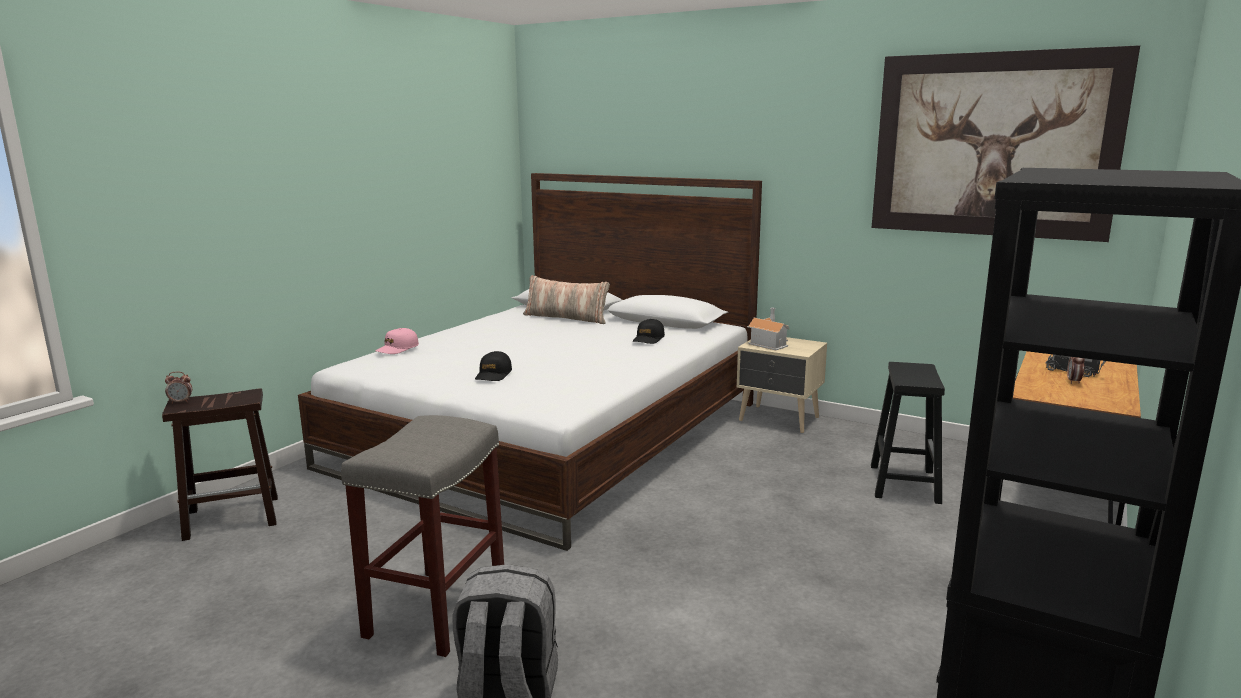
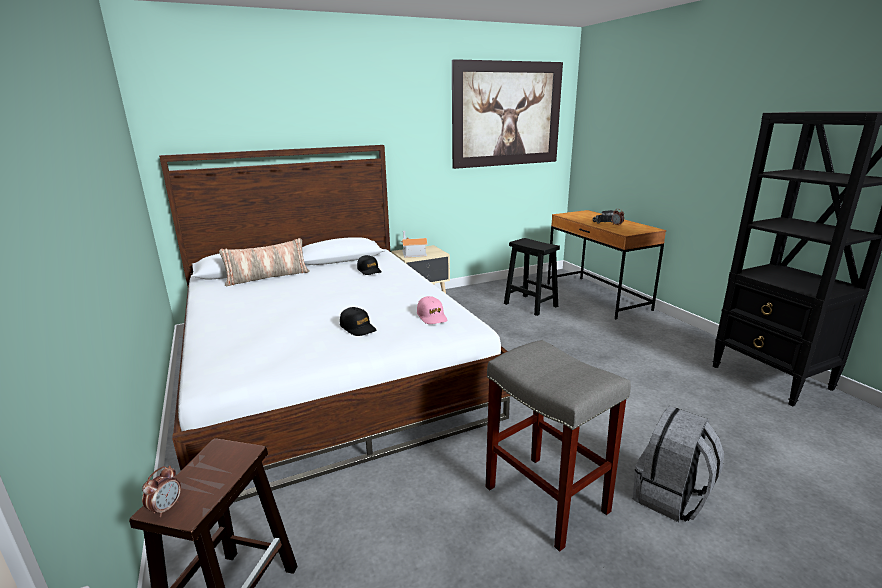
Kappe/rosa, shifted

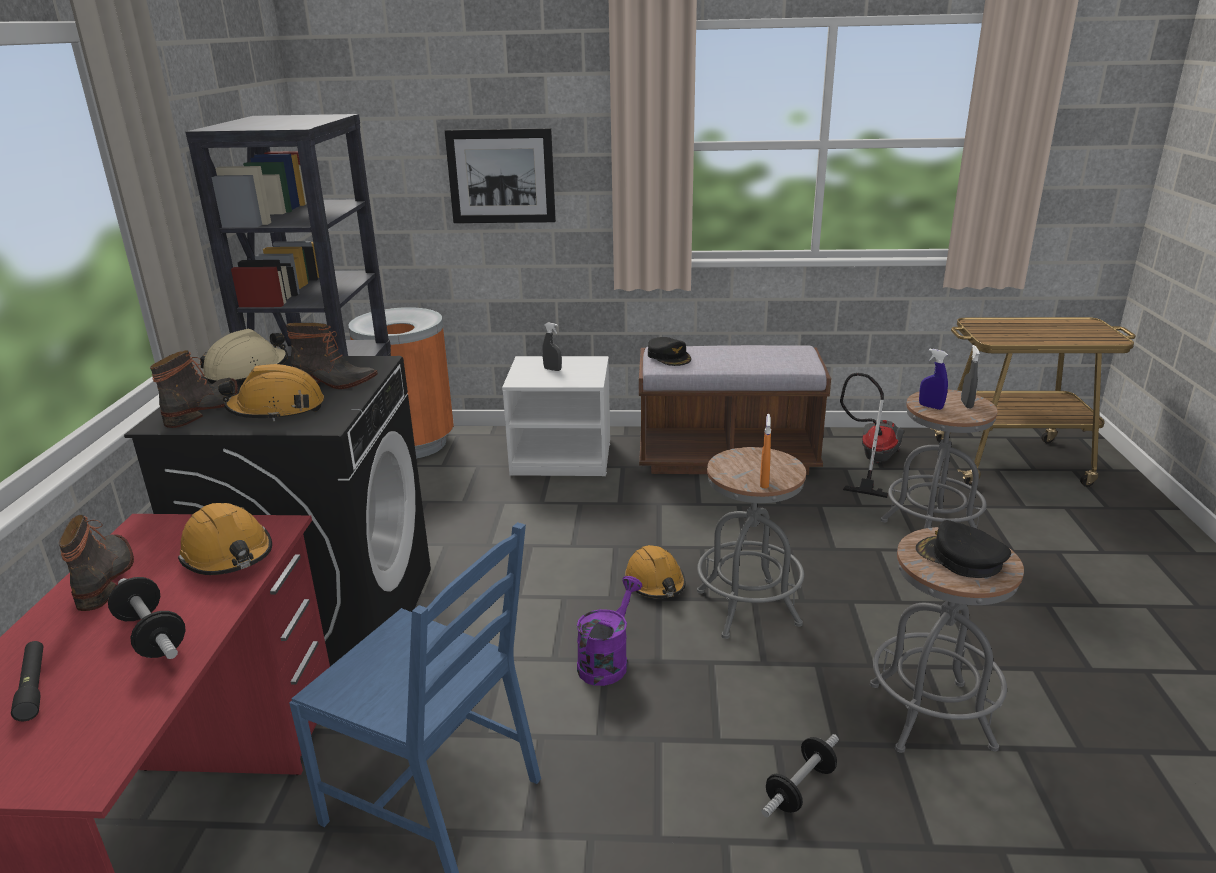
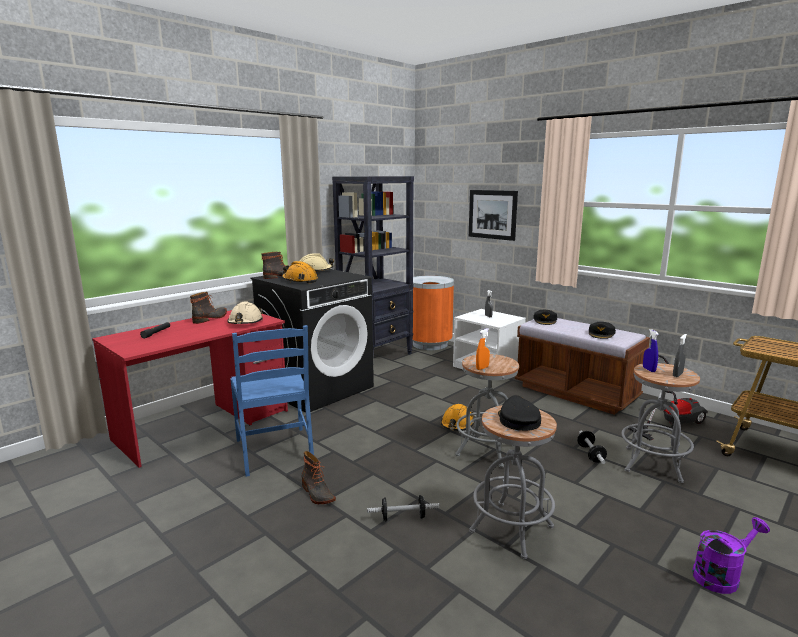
- → Kappe/schwarz (no. 3 from left)
Hantel (no. 1 from left in the first image) → Hantel (no. 2 from left), shifted
Stiefel (no. 3 from left), shifted
Gießkanne/lila, shifted
Schutzhelm/orange (no. 1 from left) → Schutzhelm/beige (no. 1 from left)

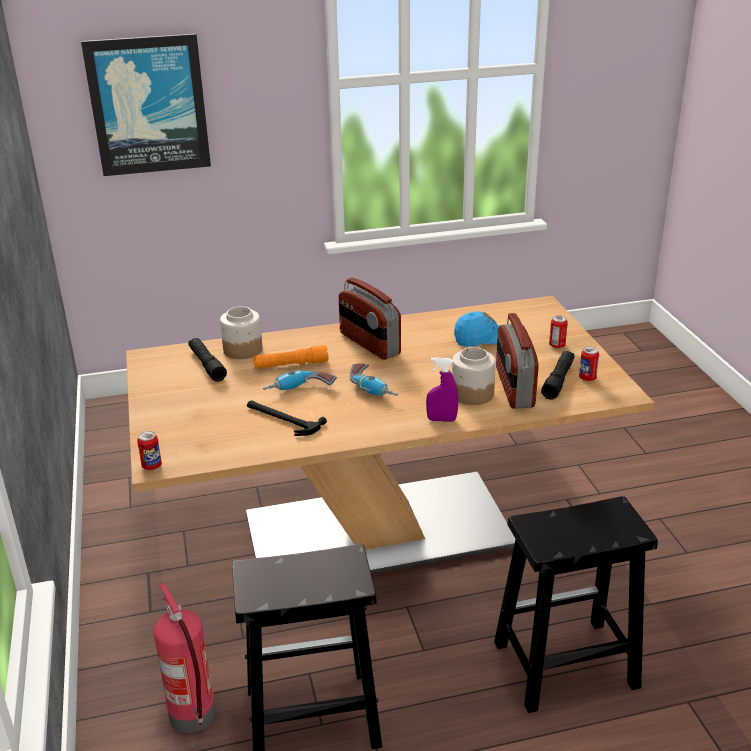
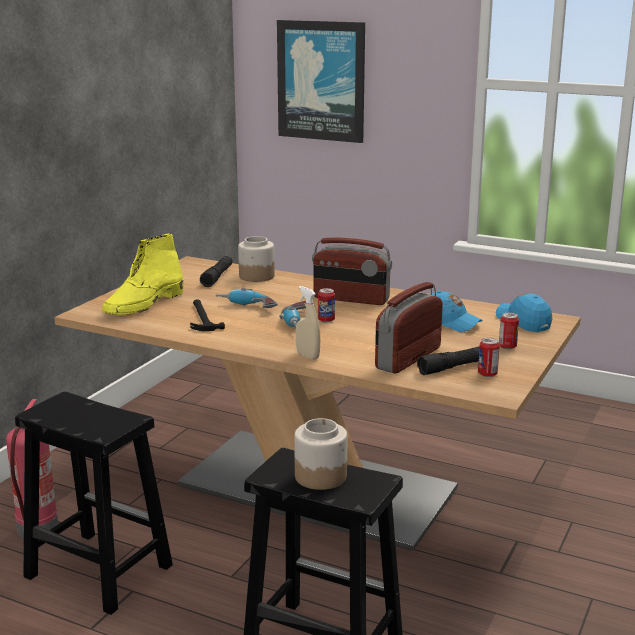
Taschenlampe/orange → -
- → Stiefel/gelb
- → Kappe/blau (no. 2 from left)
Dose (no. 1 from left), shifted
Vorratsglas (no. 2 from left), shifted
Sprühflasche/lila → Sprühflasche/beige
Radio (no. 1 from left), 75 degrees counterclockwise

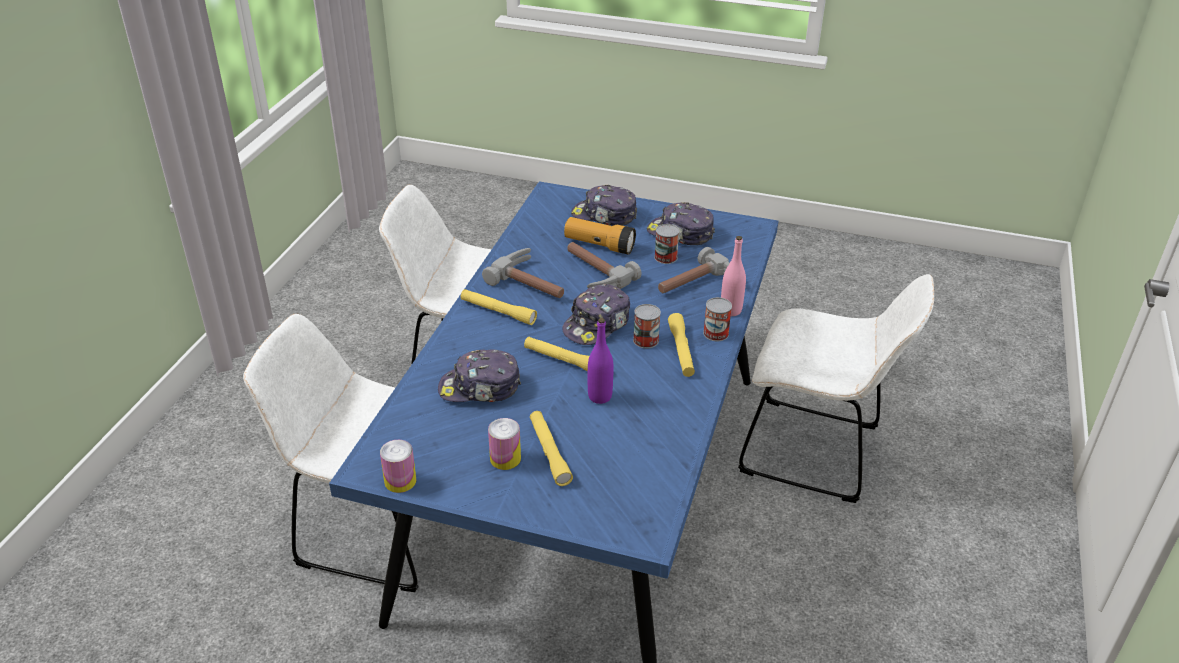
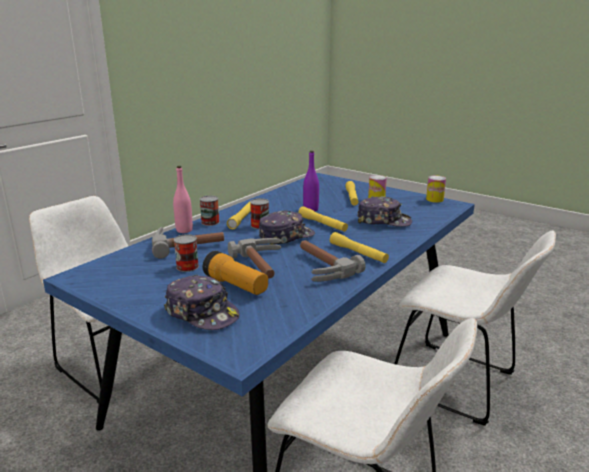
Kappe (no. 4 from left) → -

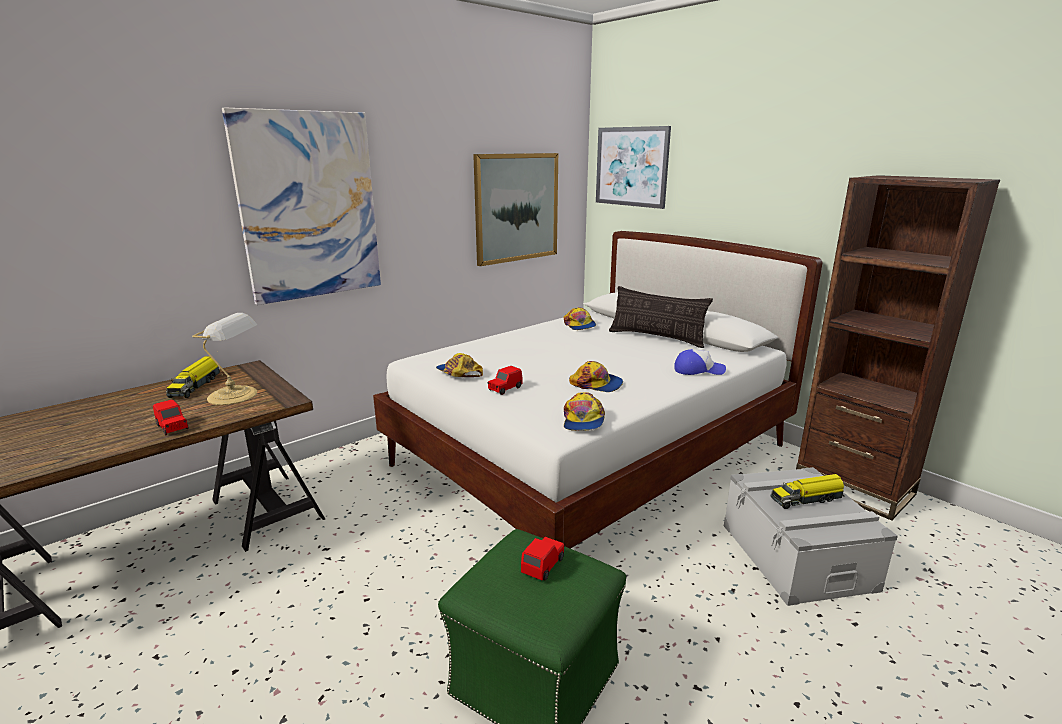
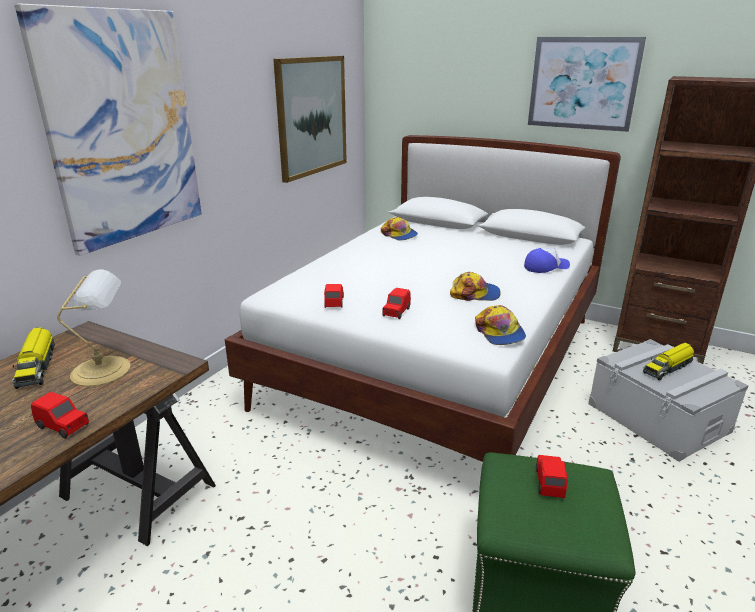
Kissen → -
Bild (no. 3 from left), shifted
Kappe (no. 1 from left) → Spielzeugauto/rot (no. 2 from left)

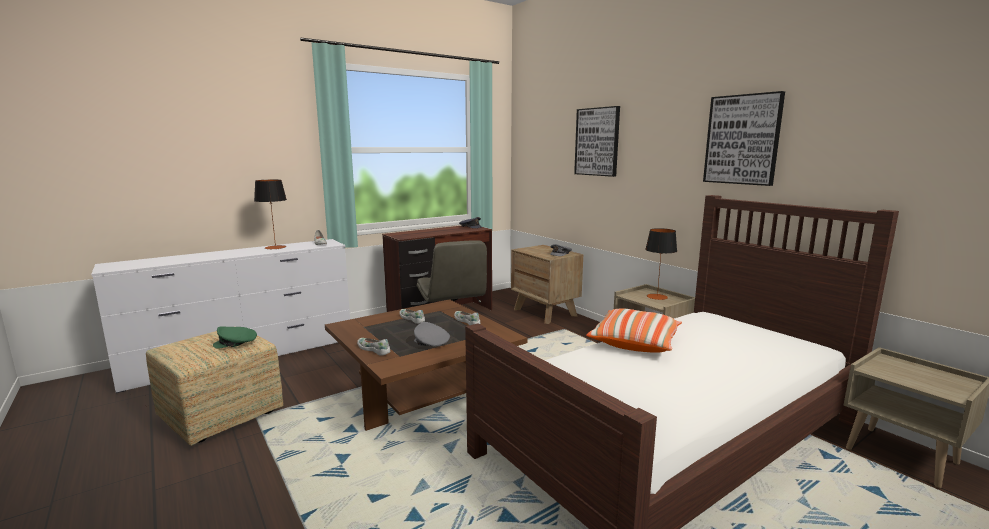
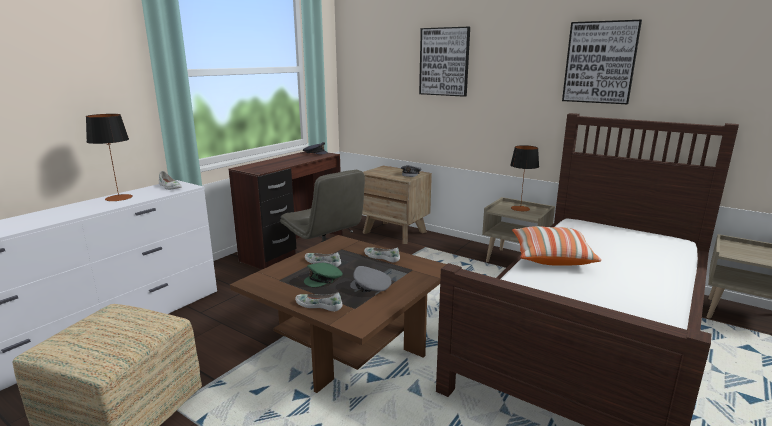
Kappe/grün, shifted

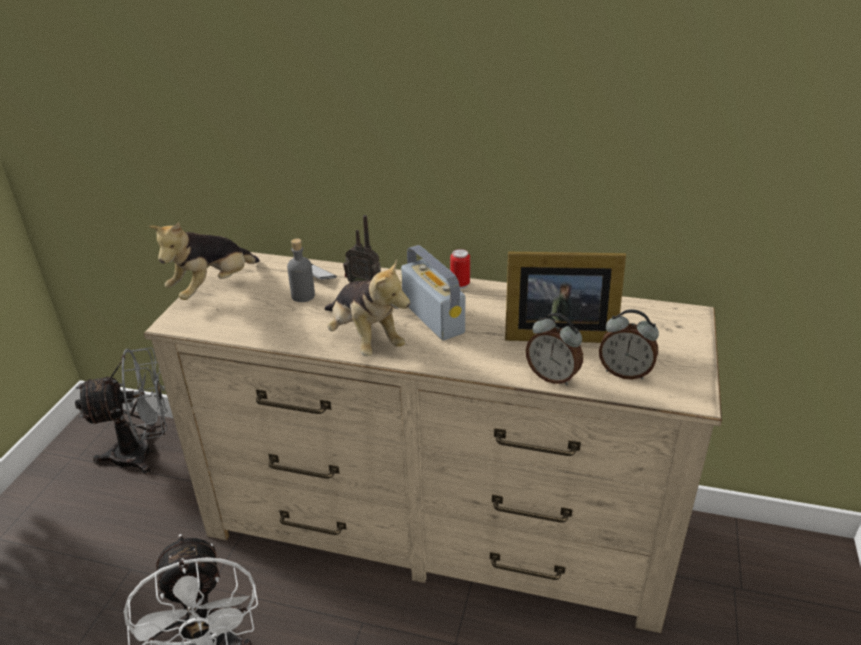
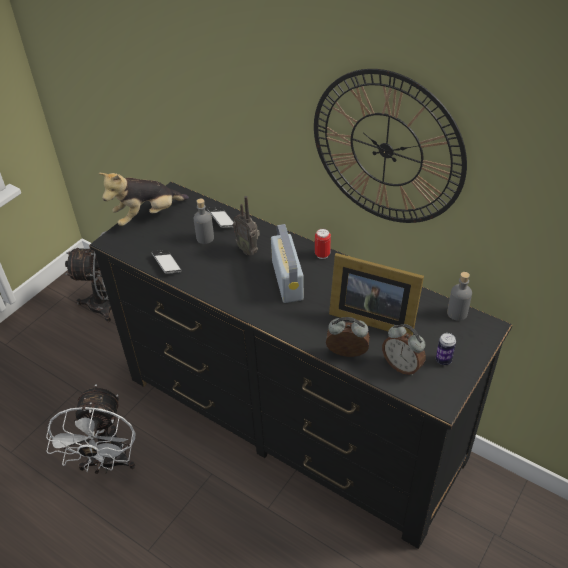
Plüschtier (no. 2 from left) → -
- → Handy (no. 1 from left)
- → Wanduhr
- → Dose (no. 2 from left)
- → Flasche/grau (no. 2 from left)
Kommode/beige → Kommode/schwarz
Wecker (no. 1 from left), 135 degrees clockwise

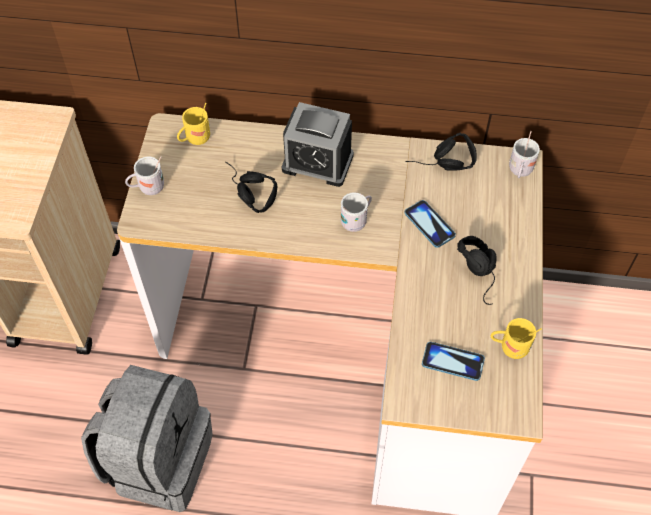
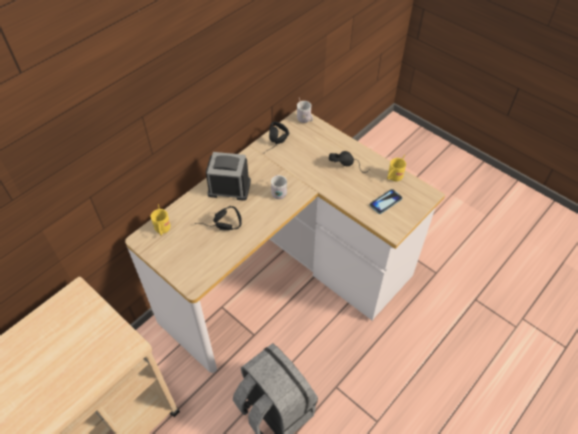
Henkelbecher/weiß (no. 1 from left) → -
Handy (no. 1 from left) → -
Wecker, 135 degrees counterclockwise

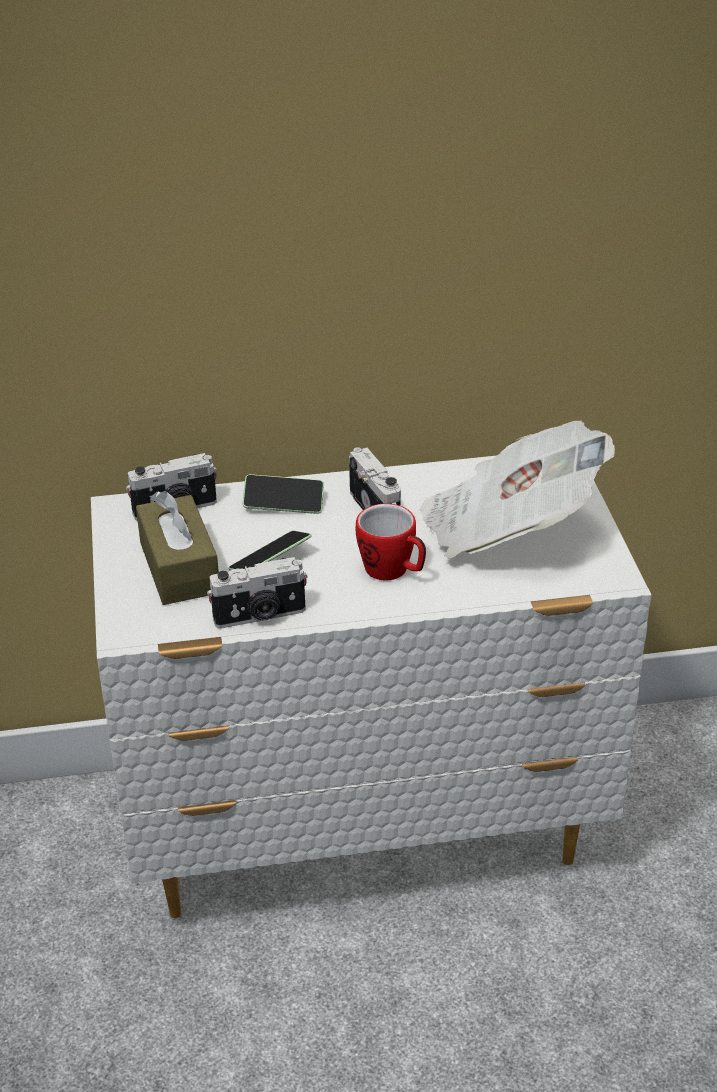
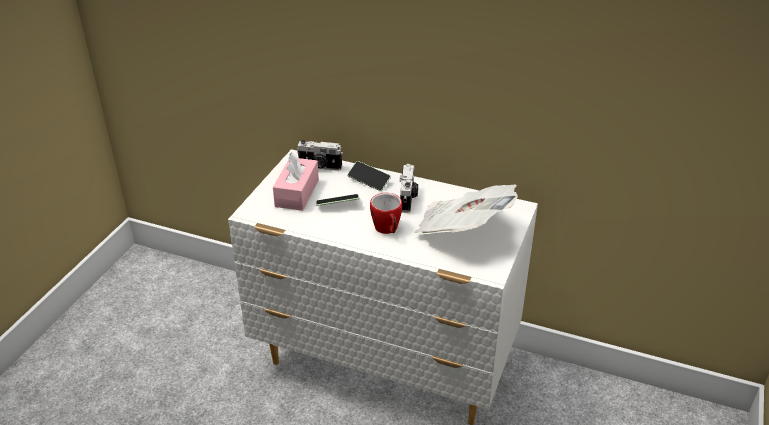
Kamera (no. 2 from left) → -
Taschentuchbox/braun → Taschentuchbox/rosa

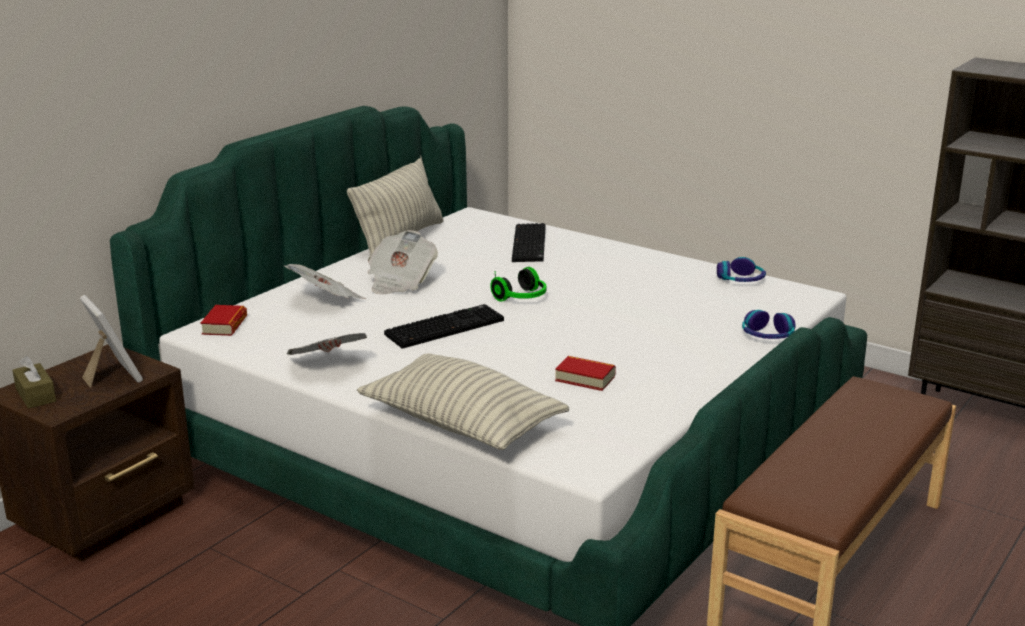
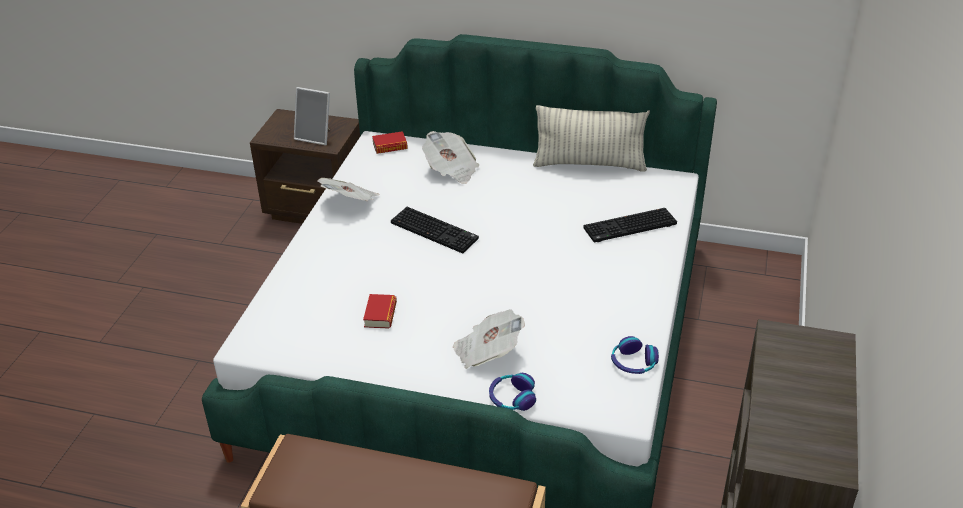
Taschentuchbox/braun → -
Kissen (no. 2 from left) → -
Kopfhörer (no. 1 from left) → -
Zeitung (no. 3 from left), shifted
Bilderrahmen, 75 degrees clockwise

